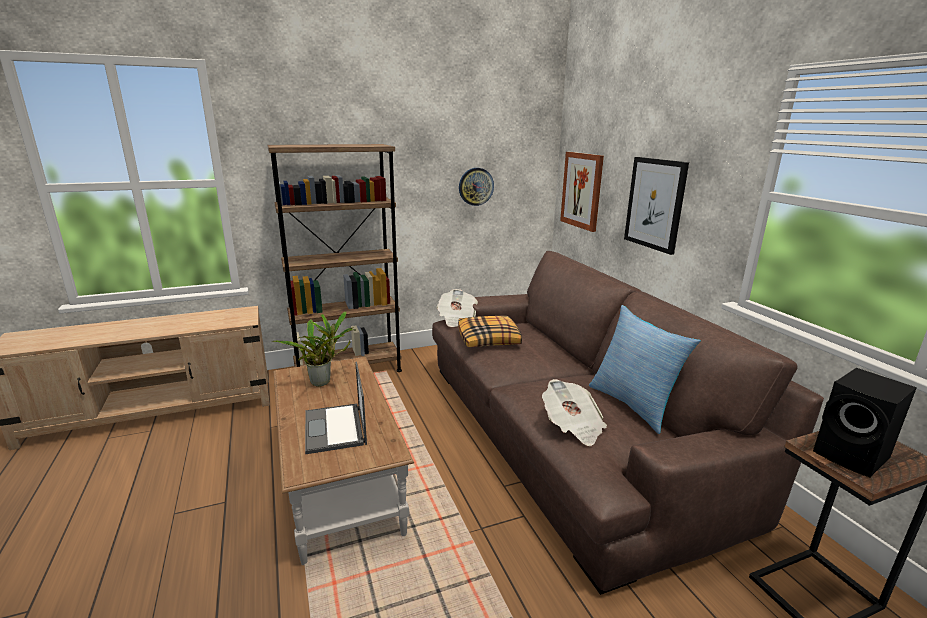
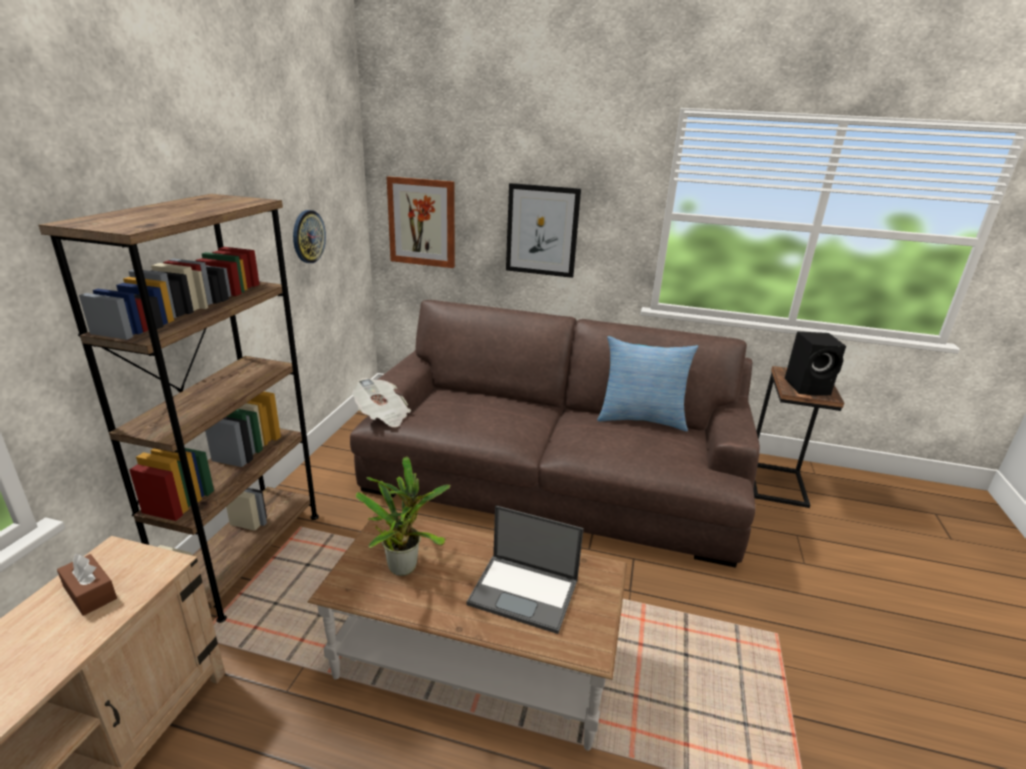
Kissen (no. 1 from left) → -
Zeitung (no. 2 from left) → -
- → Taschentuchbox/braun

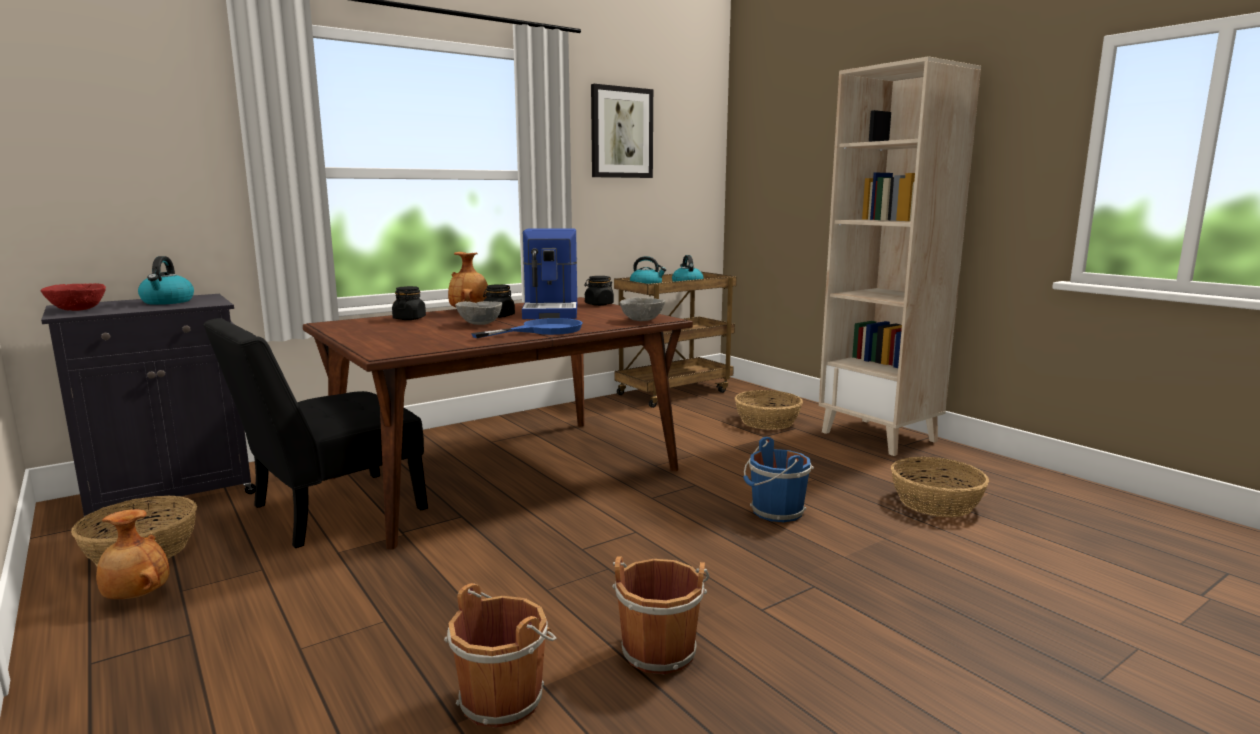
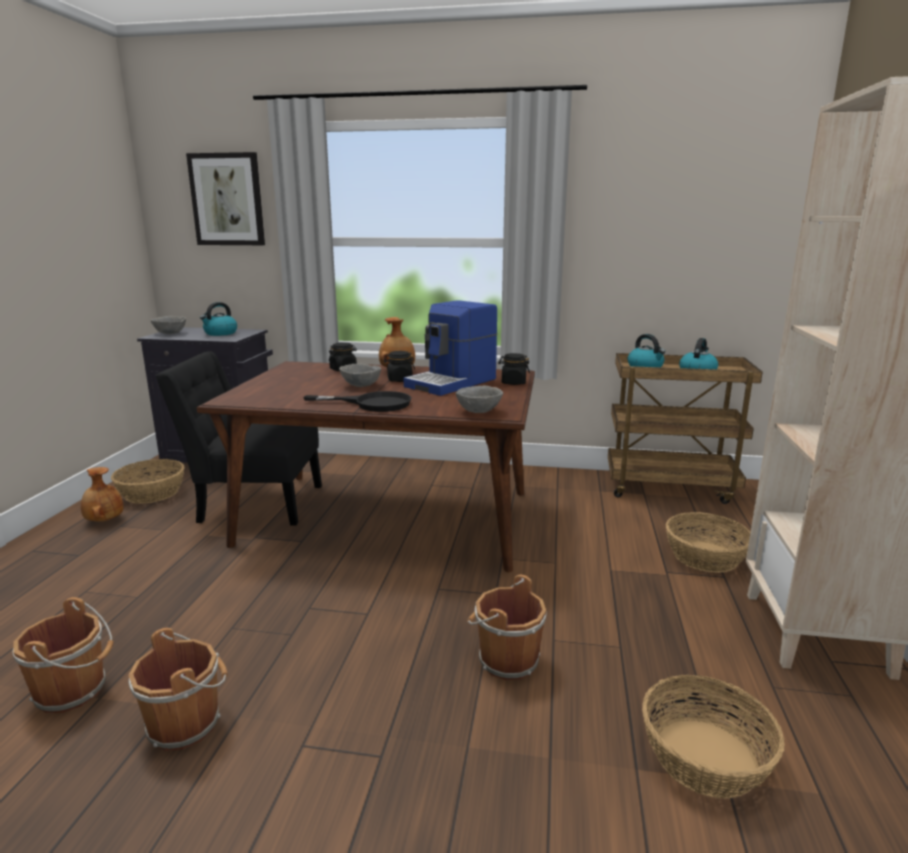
Bild, shifted
Schüssel/rot → Schüssel/grau (no. 1 from left)
Pfanne/blau → Pfanne/schwarz
Eimer/blau → Eimer/braun (no. 3 from left)

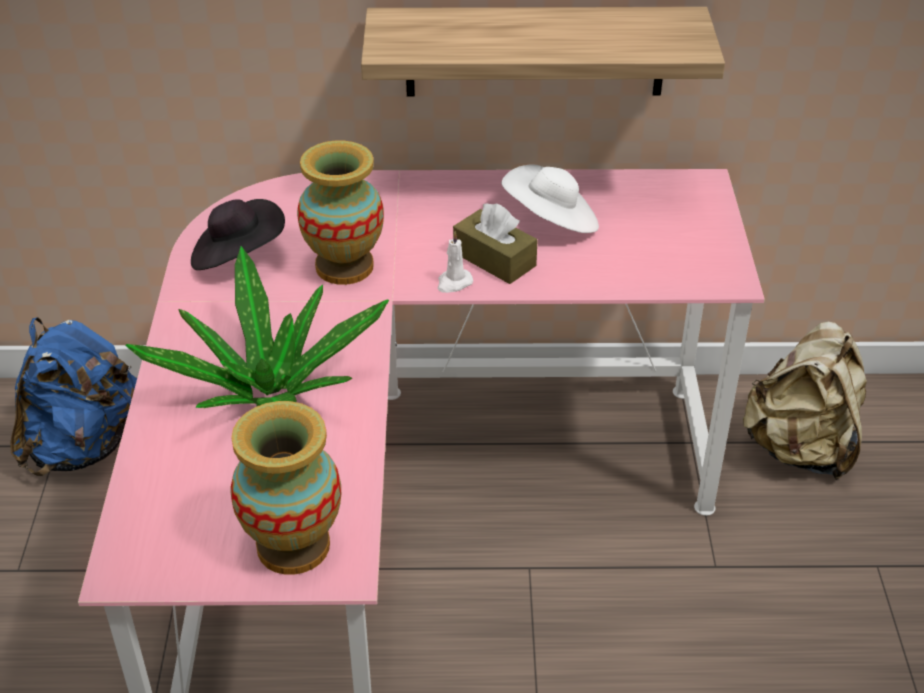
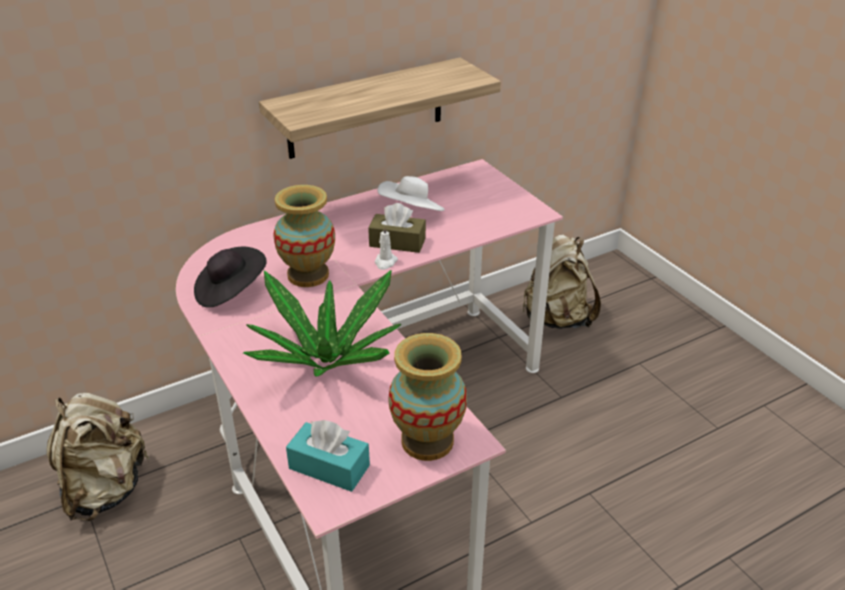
- → Taschentuchbox/türkis
Rucksack/blau → Rucksack/beige (no. 1 from left)

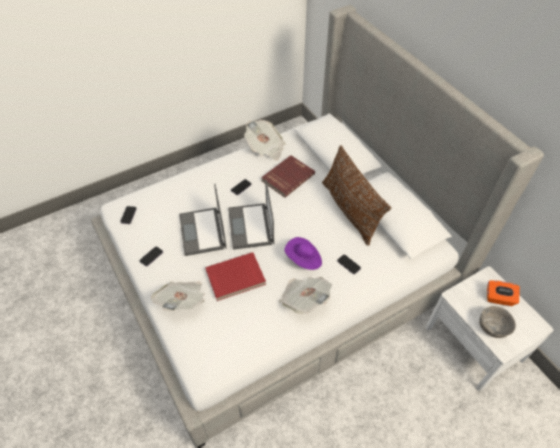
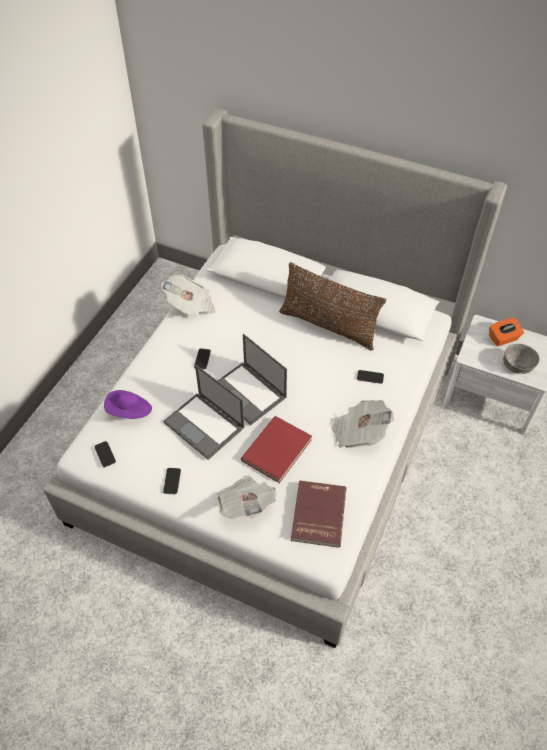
Buch/rot (no. 2 from left), shifted
Hut/lila, shifted

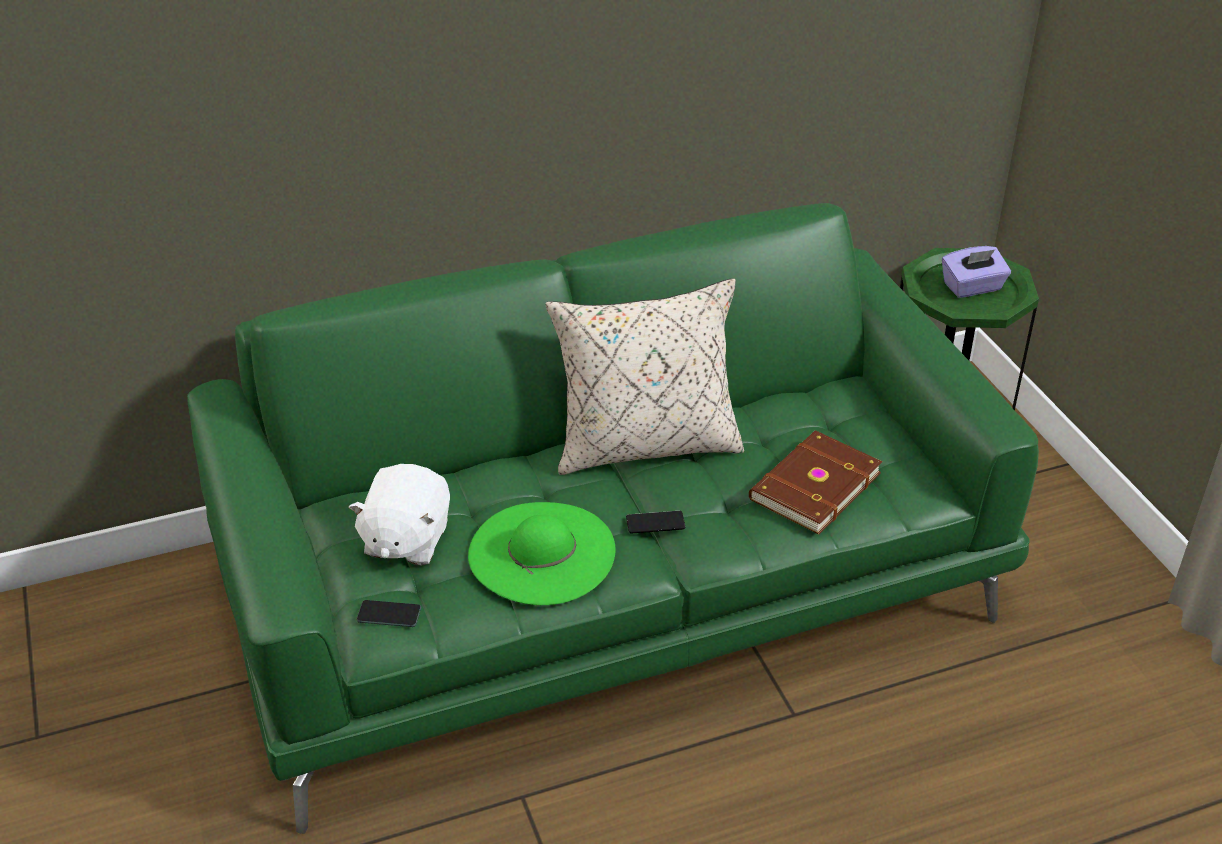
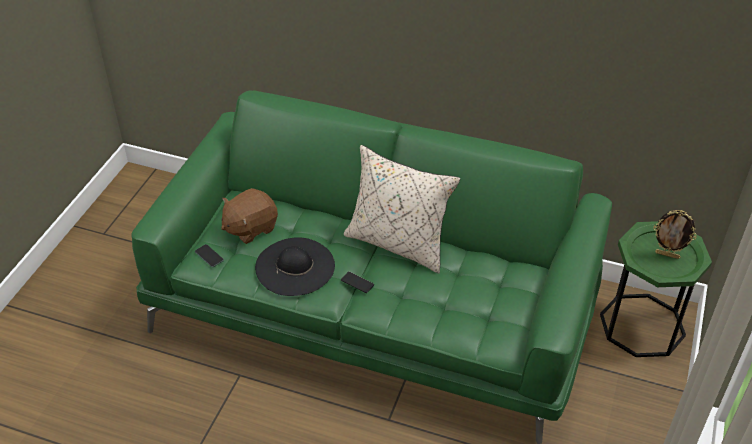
Buch/braun → -
Taschentuchbox/lila → Bilderrahmen
Plüschtier/weiß → Plüschtier/braun
Hut/grün → Hut/schwarz

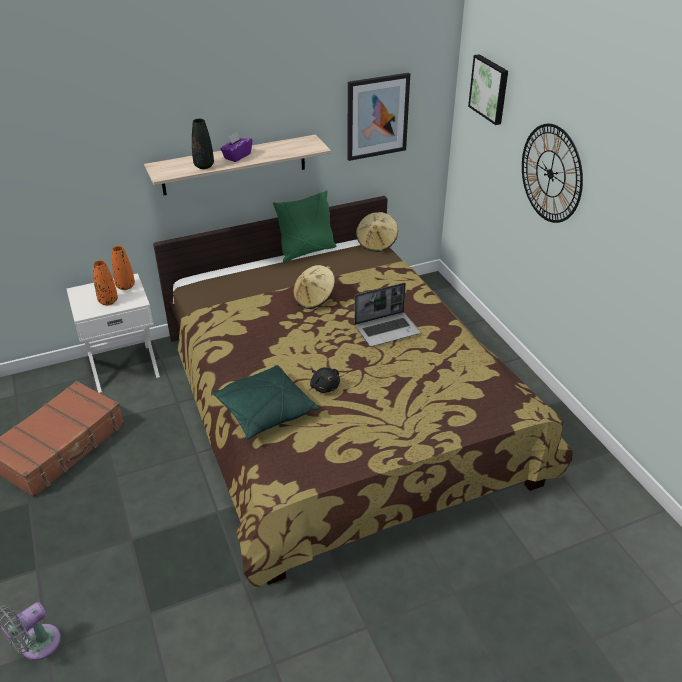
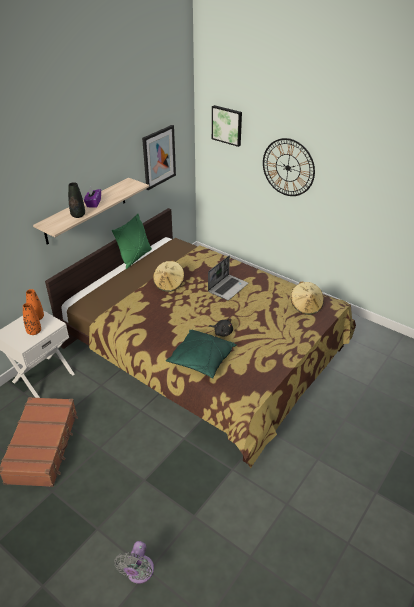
Hut/beige (no. 2 from left), shifted

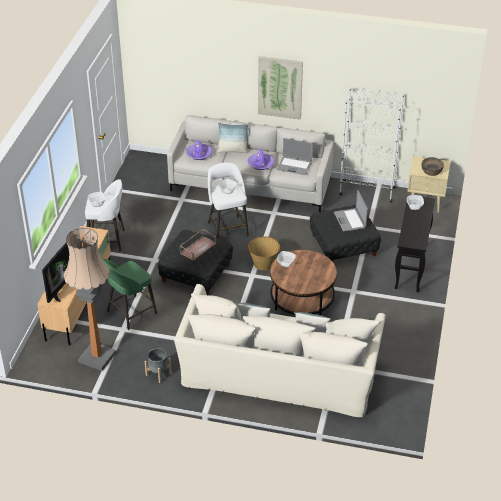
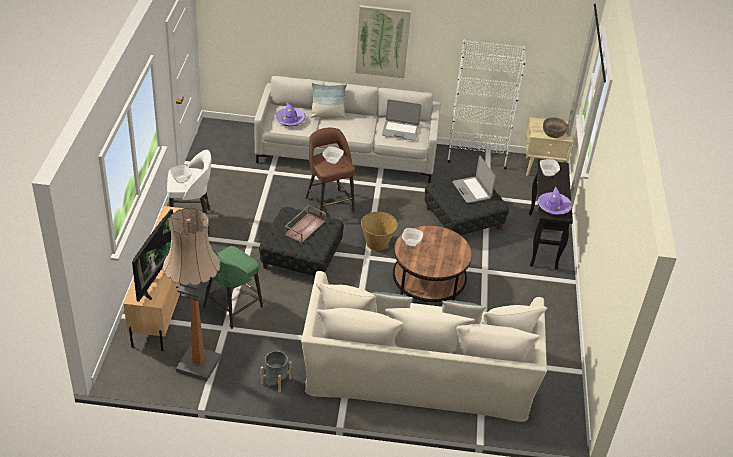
Hut/lila (no. 2 from left), shifted
Hocker/weiß (no. 2 from left) → Hocker/braun

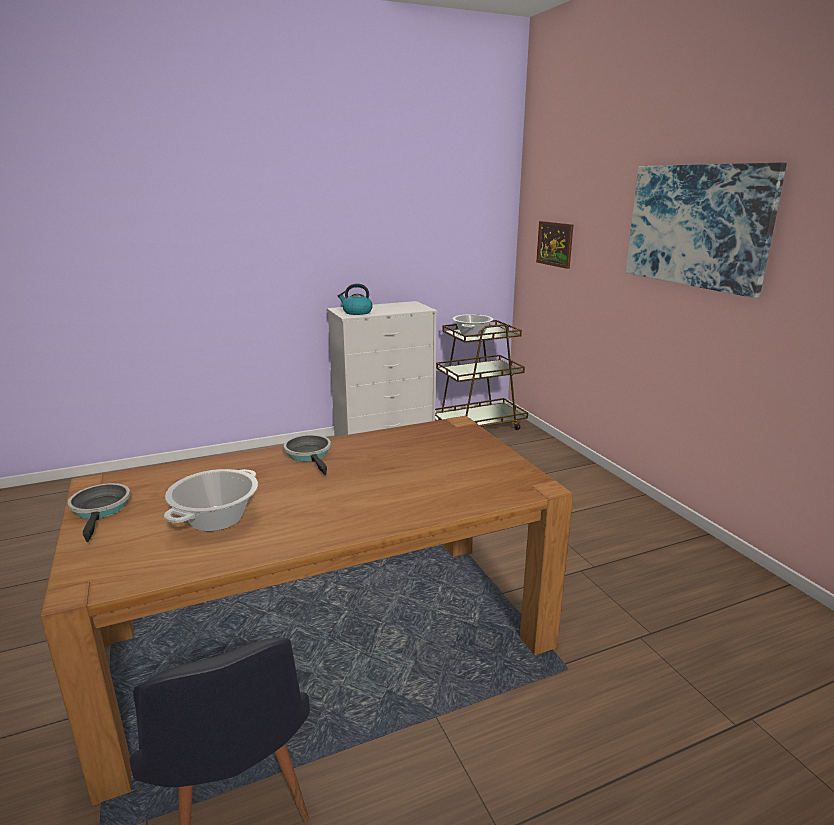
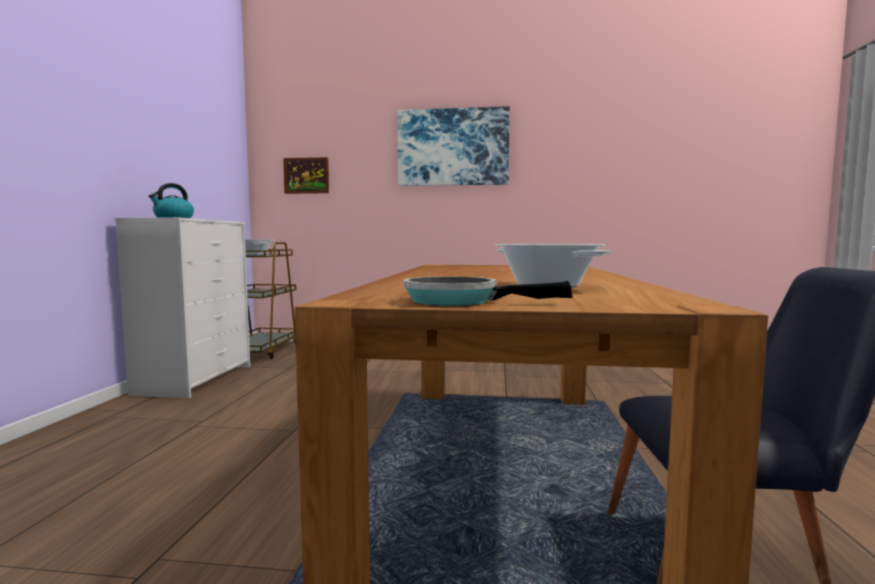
Pfanne (no. 2 from left) → -

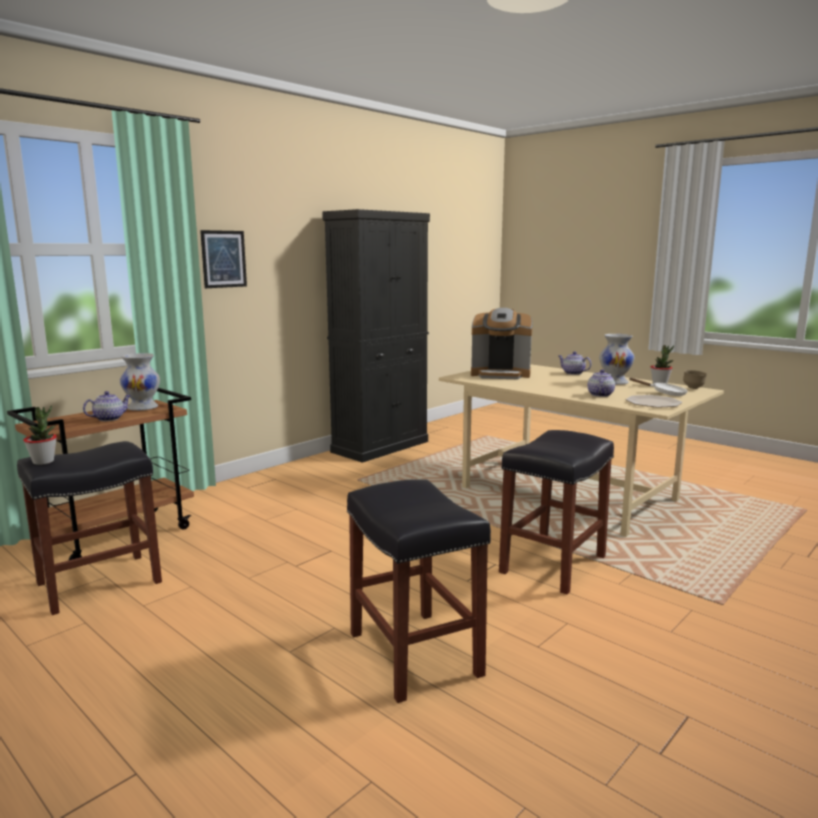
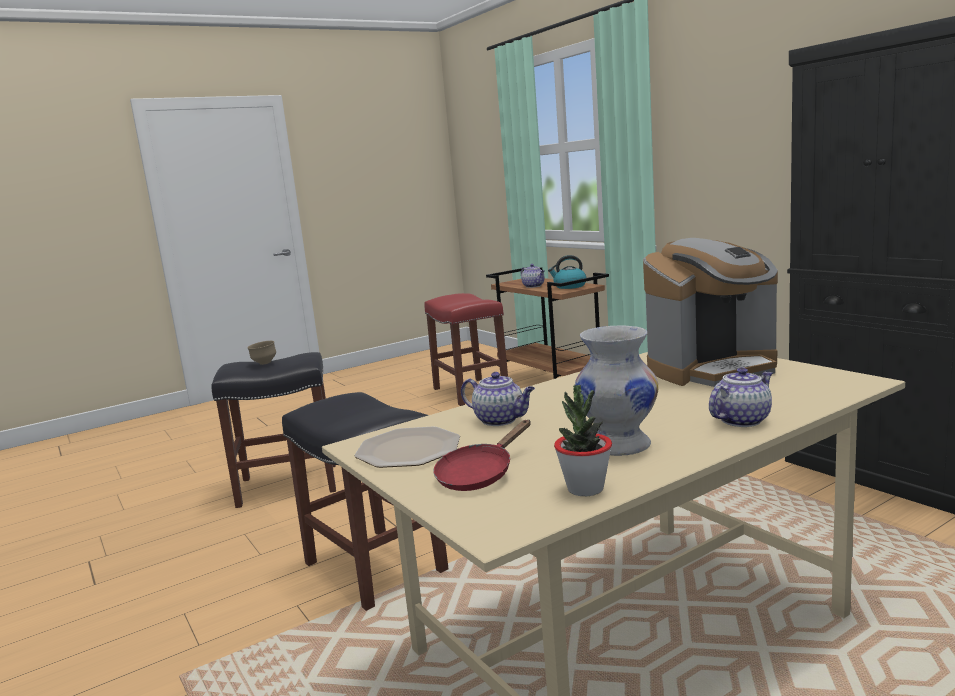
Topfpflanze (no. 1 from left) → -
Bild → -
Schüssel/braun, shifted
Vase/weiß (no. 1 from left) → Wasserkessel
Hocker/schwarz (no. 1 from left) → Hocker/rot
Pfanne/weiß → Pfanne/rot
Kaffeemaschine, 135 degrees counterclockwise

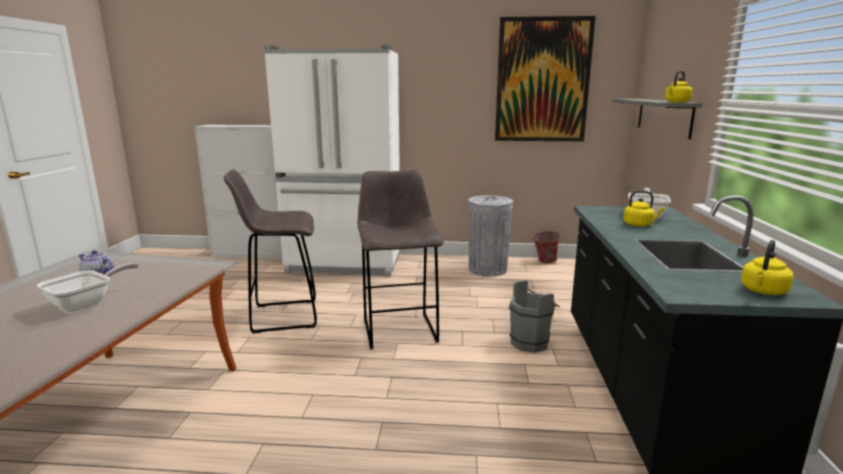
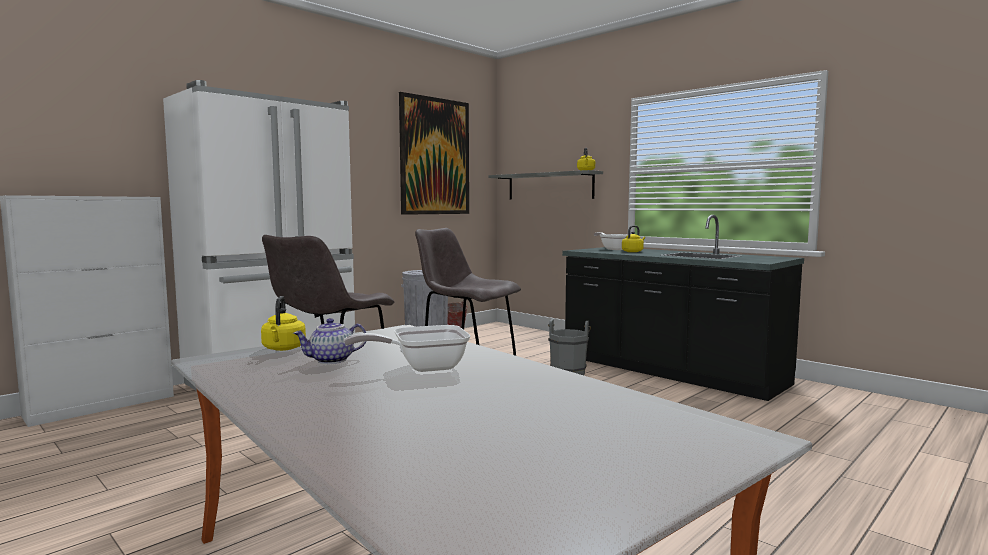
Wasserkessel/gelb (no. 3 from left in the first image) → Wasserkessel/gelb (no. 1 from left), shifted
Pfanne (no. 1 from left), 90 degrees counterclockwise

